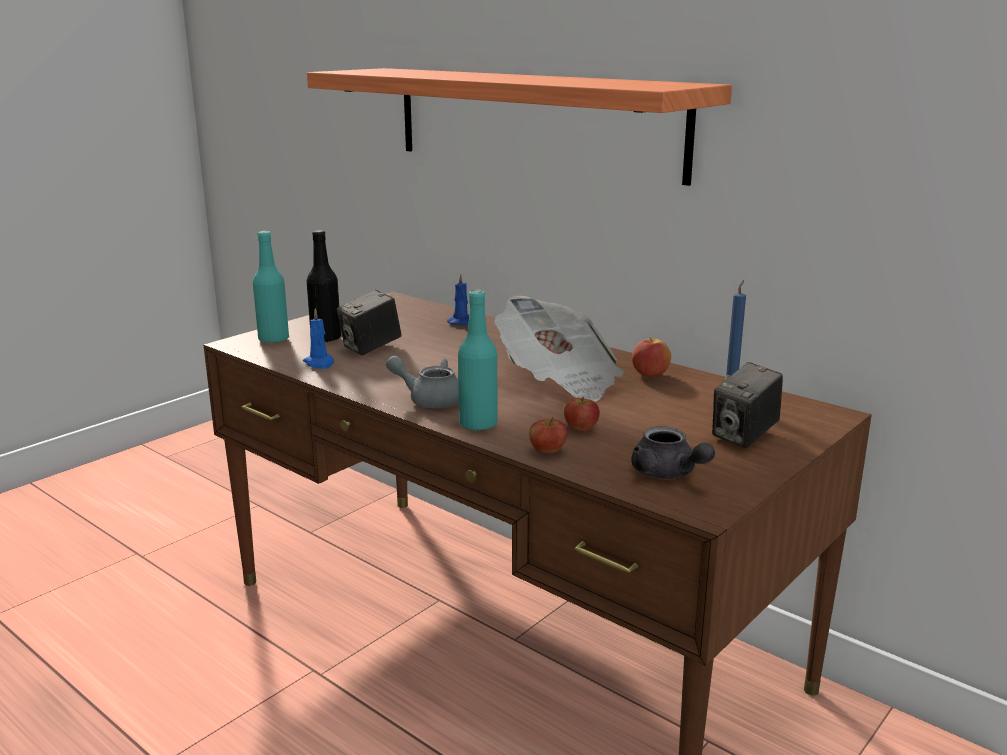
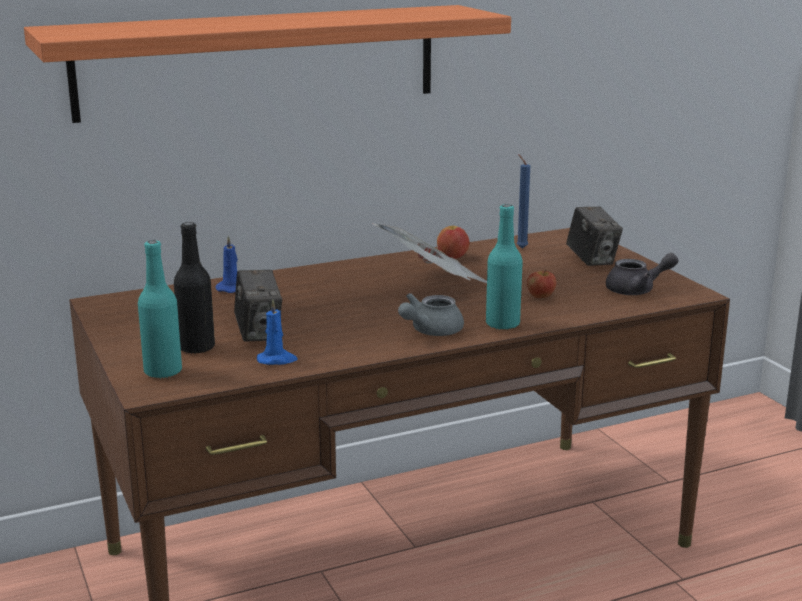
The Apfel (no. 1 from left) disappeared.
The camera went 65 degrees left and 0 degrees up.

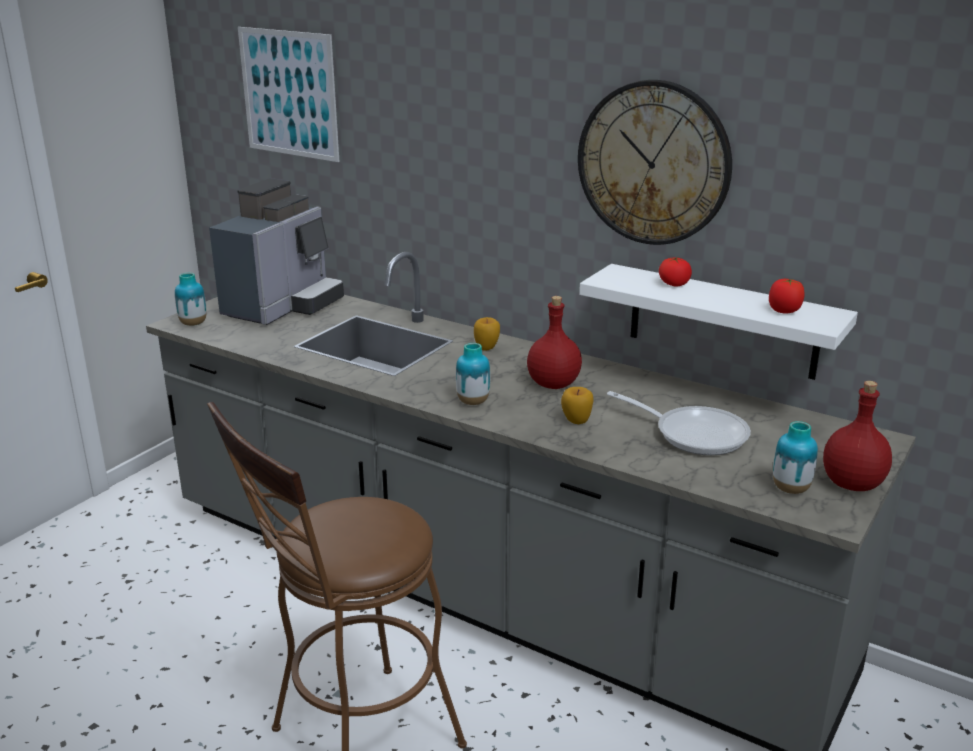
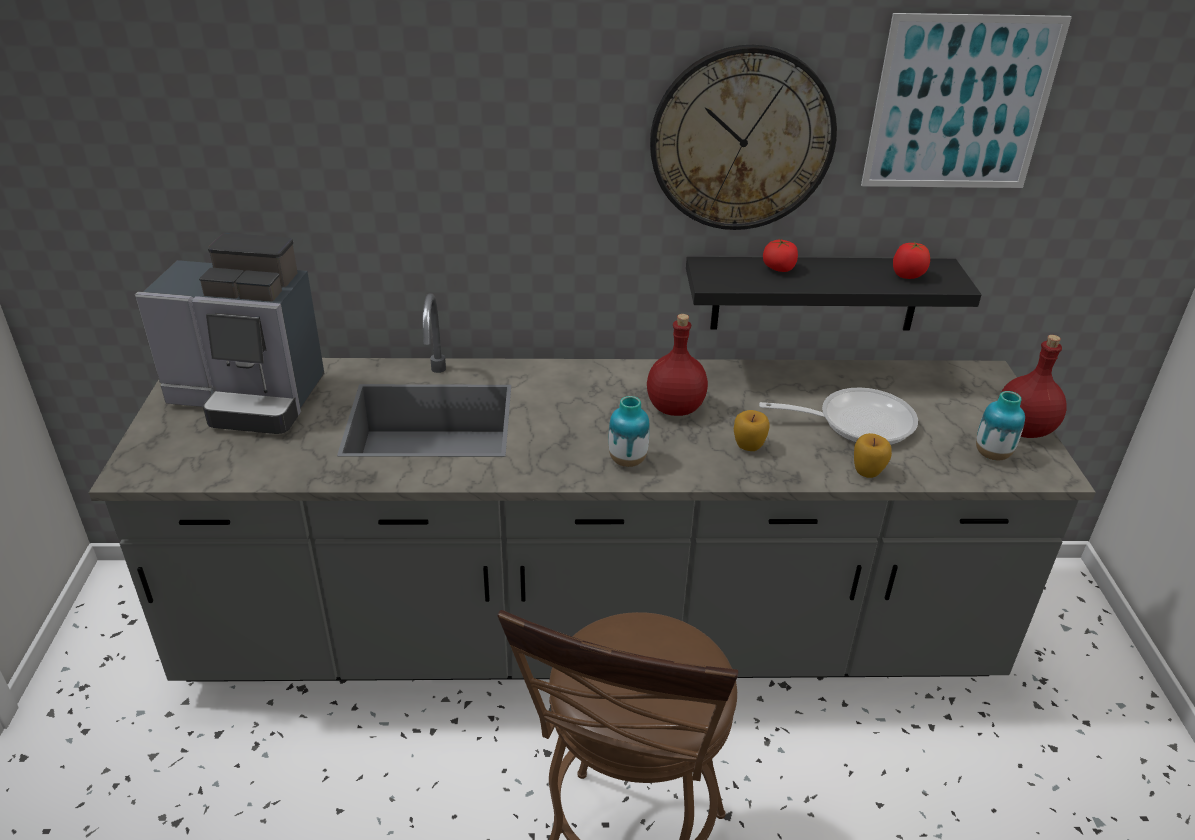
The Vase (no. 1 from left) disappeared.
The Kaffeemaschine turned 105 degrees clockwise.
The Bild moved.
The Apfel (no. 1 from left in the first image) moved.
The Wandregal (weiß) became the Wandregal (schwarz).
The camera went 35 degrees left and 10 degrees up.

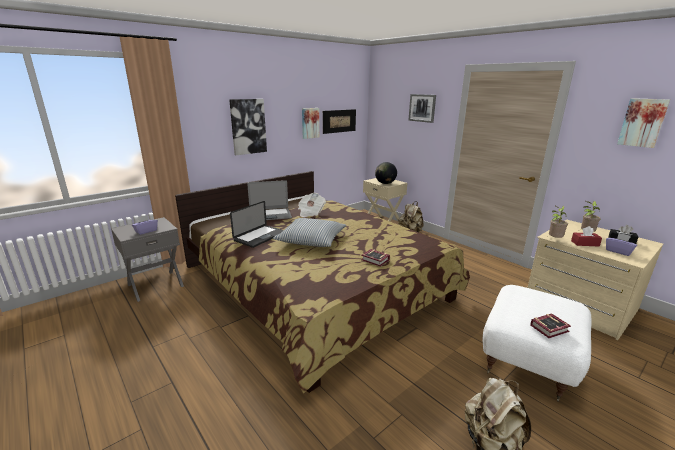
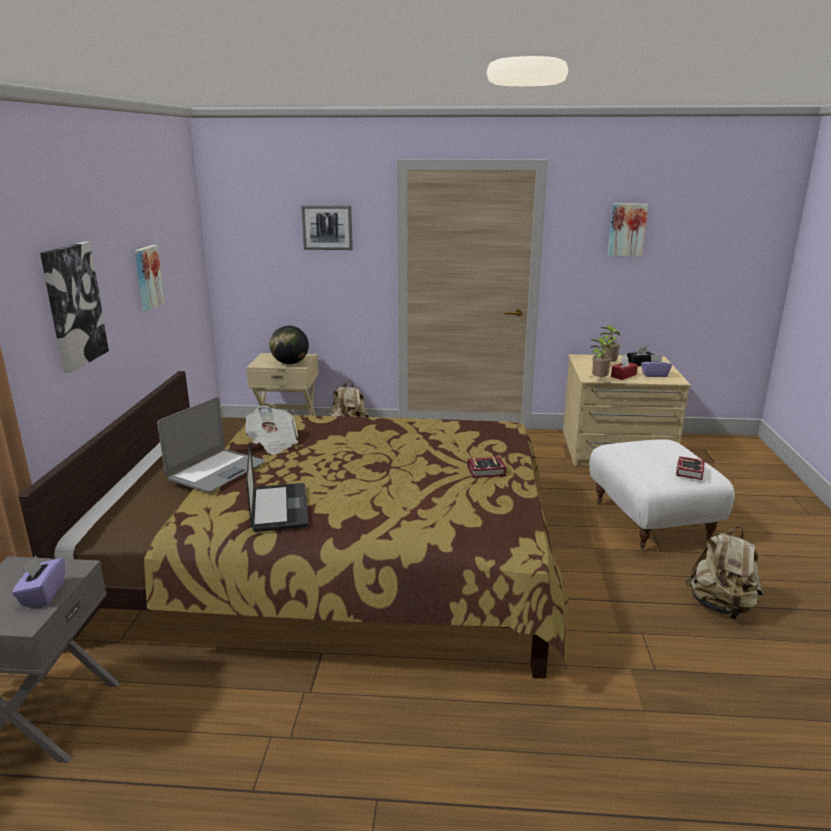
The Kissen disappeared.
The Bild (no. 3 from left) disappeared.
The camera went 45 degrees left and 0 degrees up.

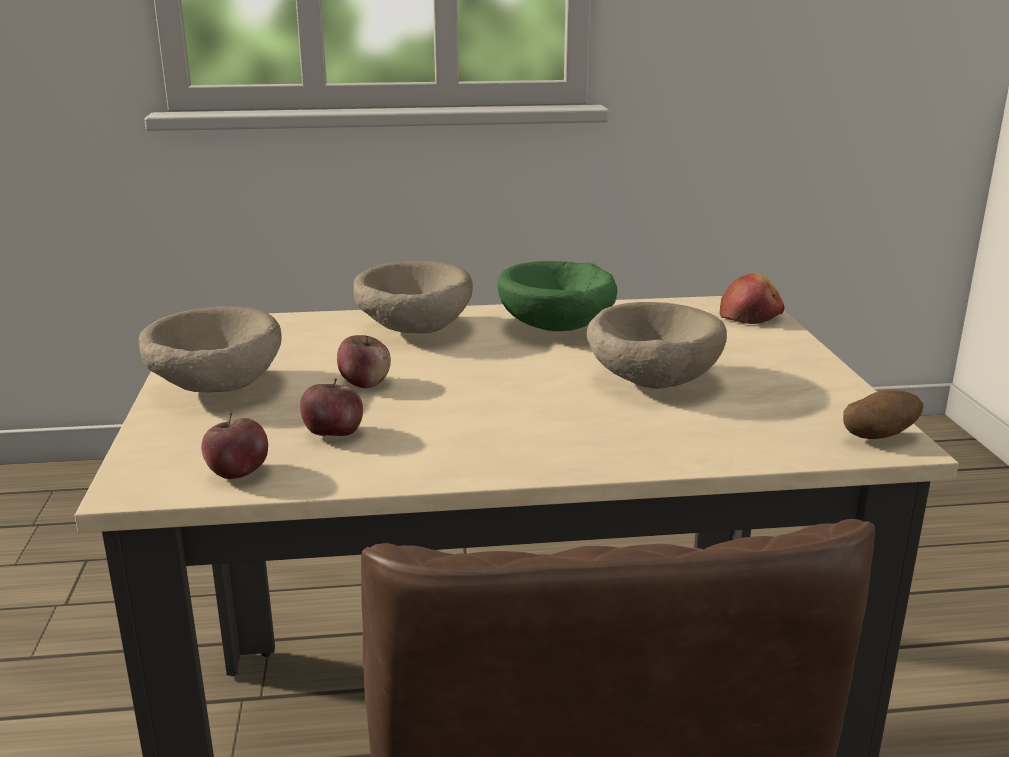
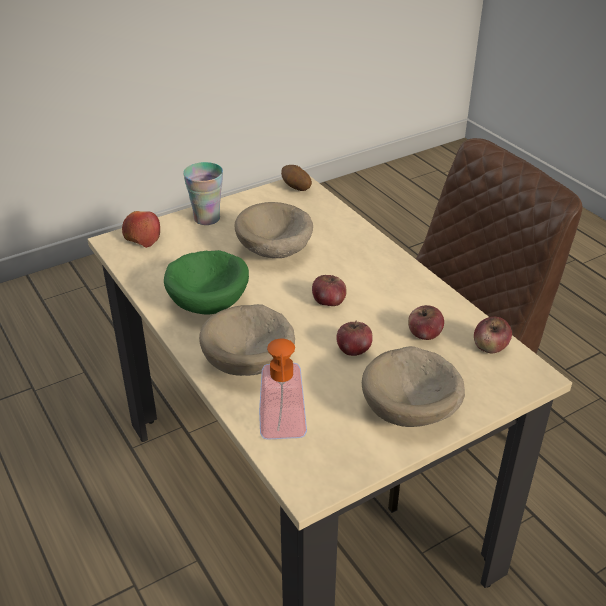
The Tasse appeared.
The Seifenspender appeared.
The Apfel (no. 2 from left) appeared.
The camera went 115 degrees left and 15 degrees up.

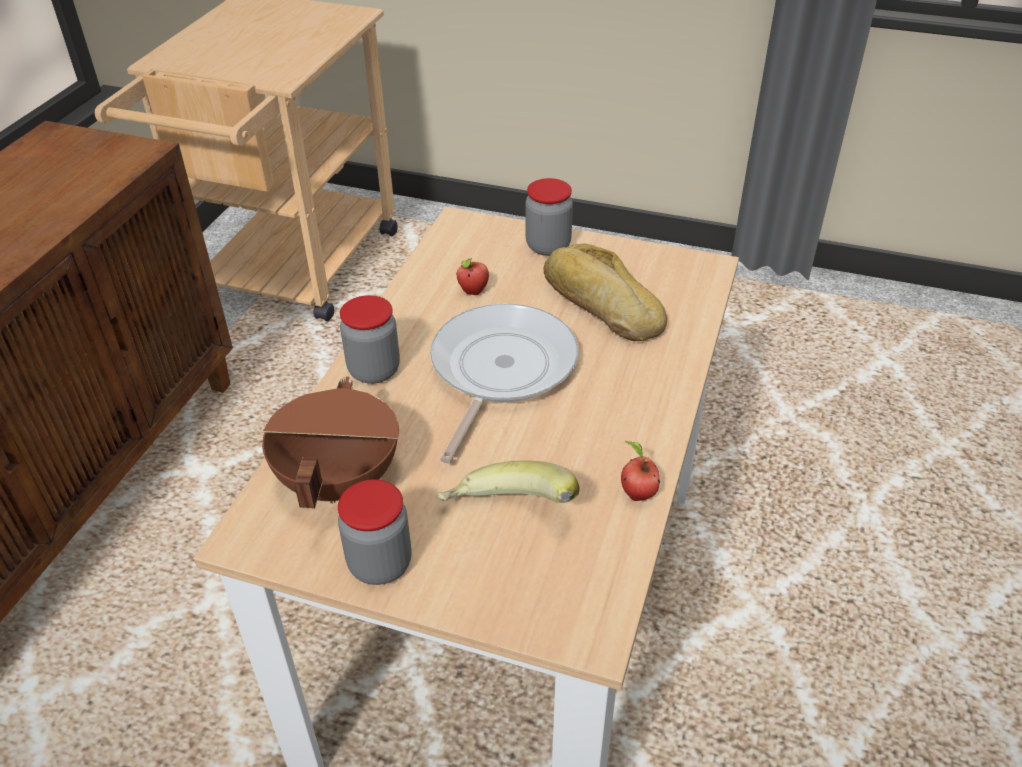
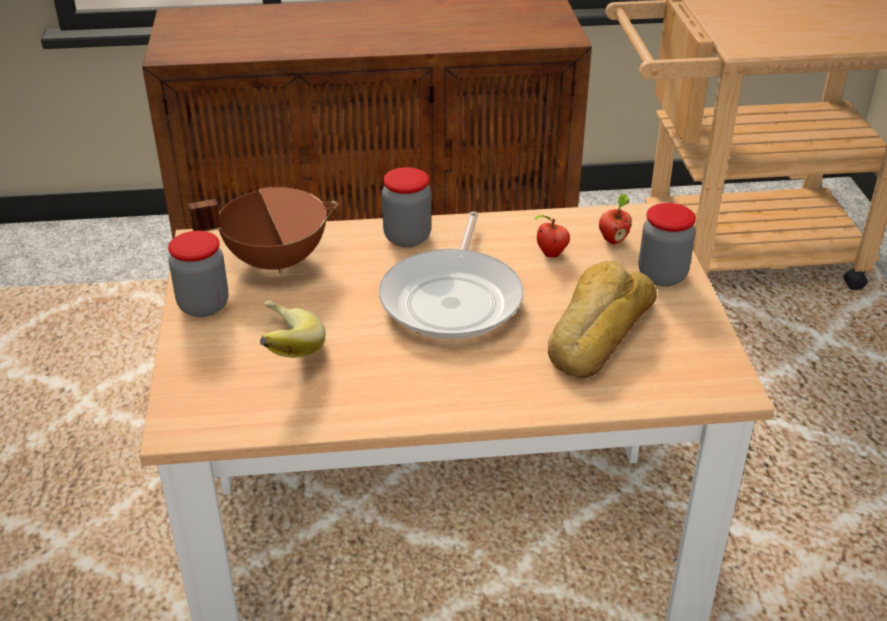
The Pfanne turned 105 degrees clockwise.
The Apfel (no. 2 from left) moved.
The camera went 65 degrees right and 5 degrees down.

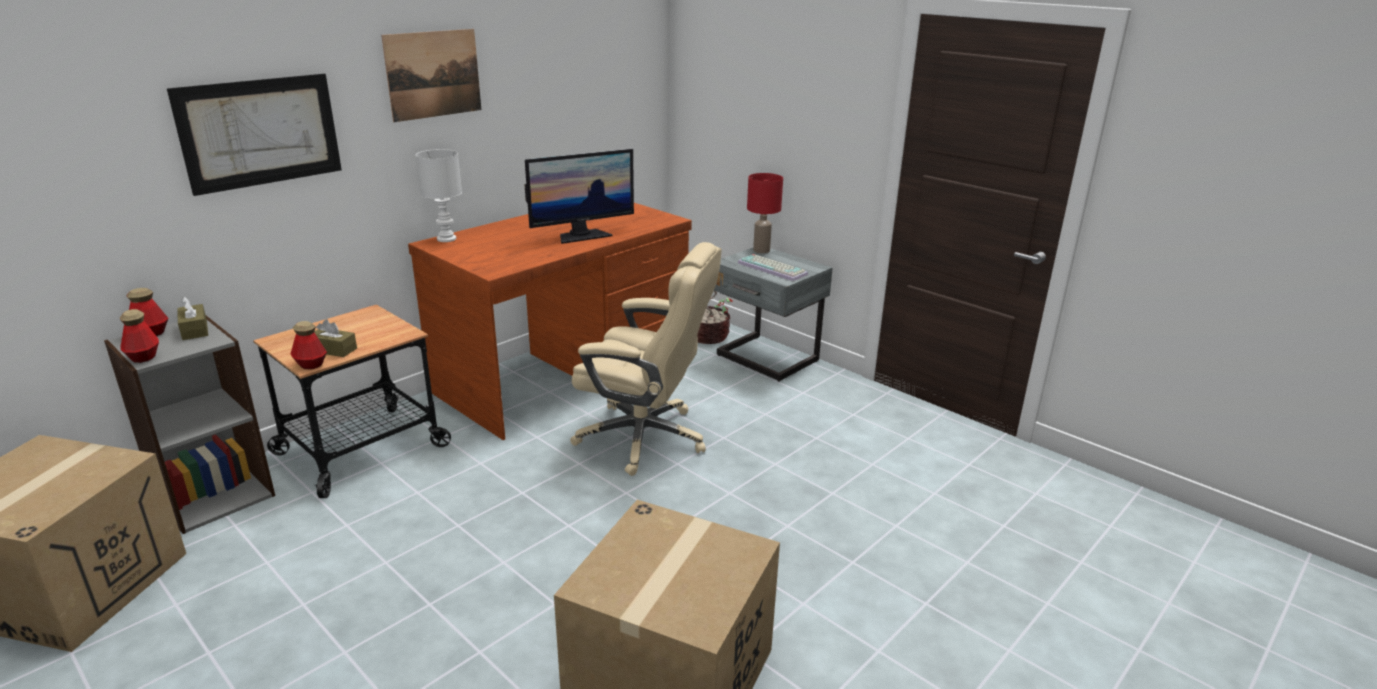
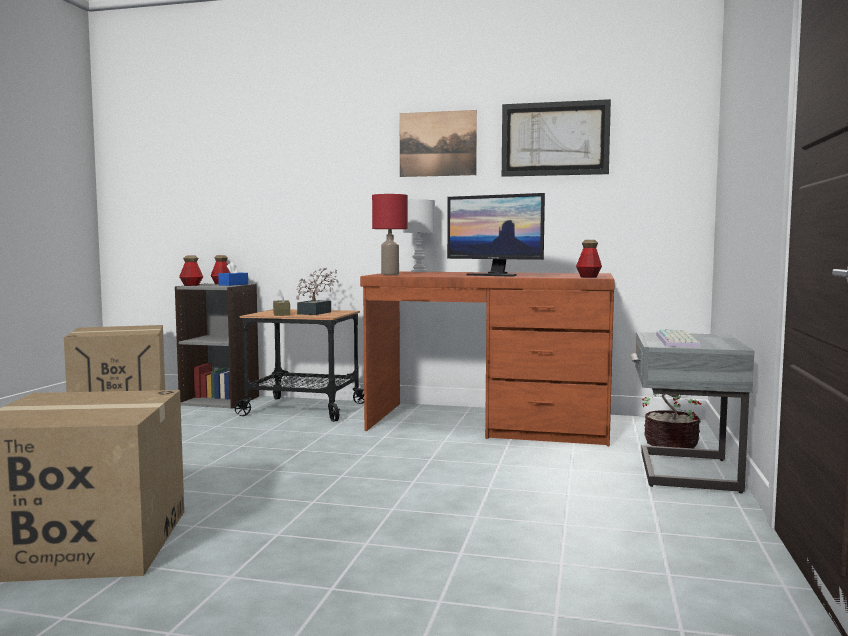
The Bild (no. 1 from left in the first image) moved.
The Taschentuchbox (braun) (no. 1 from left) became the Taschentuchbox (blau).
The Flasche (no. 3 from left) moved.
The Bürostuhl (beige) disappeared.
The Tischlampe (rot) moved.
The Topfpflanze (no. 1 from left) appeared.
The camera went 60 degrees right and 20 degrees down.

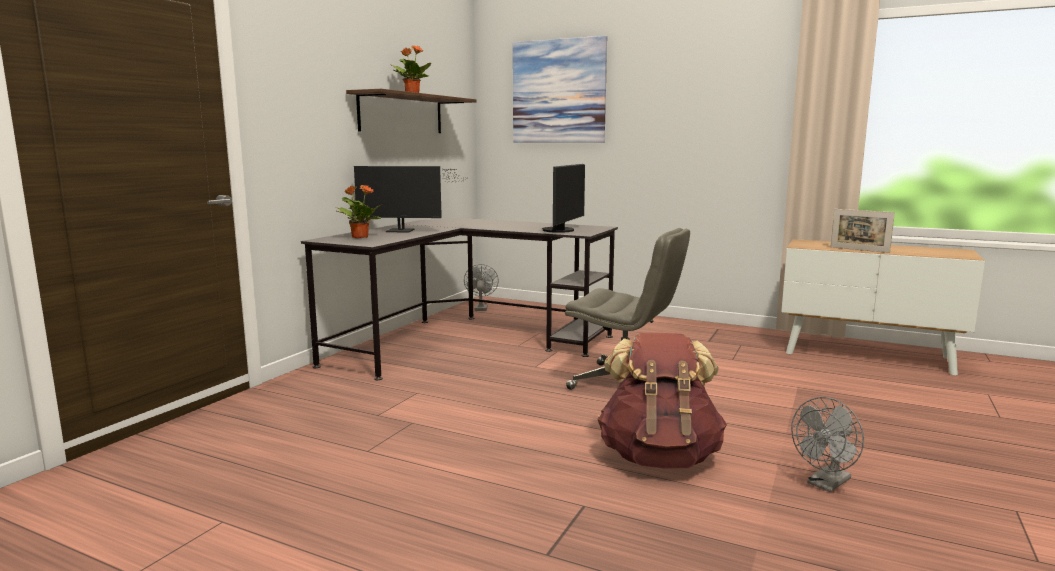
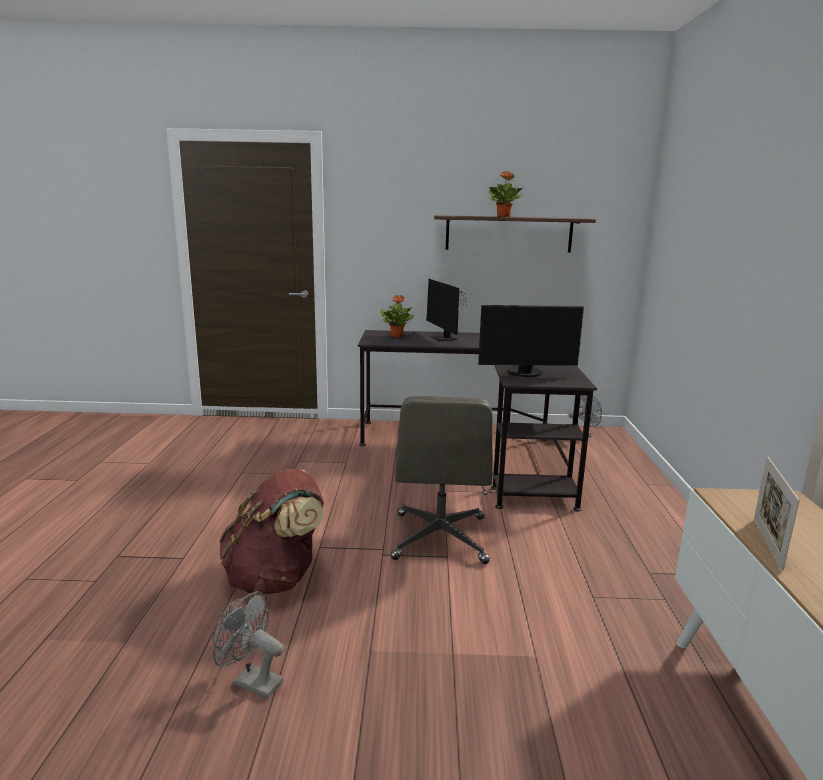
The Bild disappeared.
The camera went 65 degrees right and 5 degrees up.

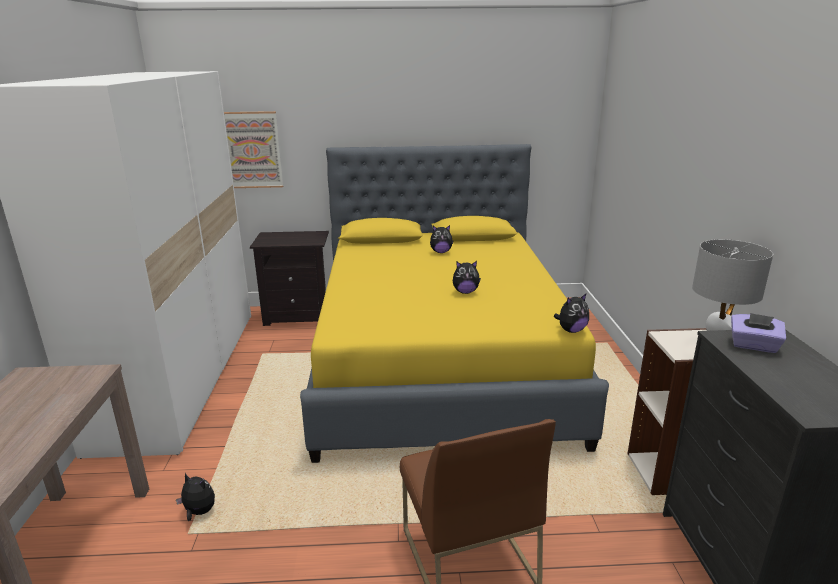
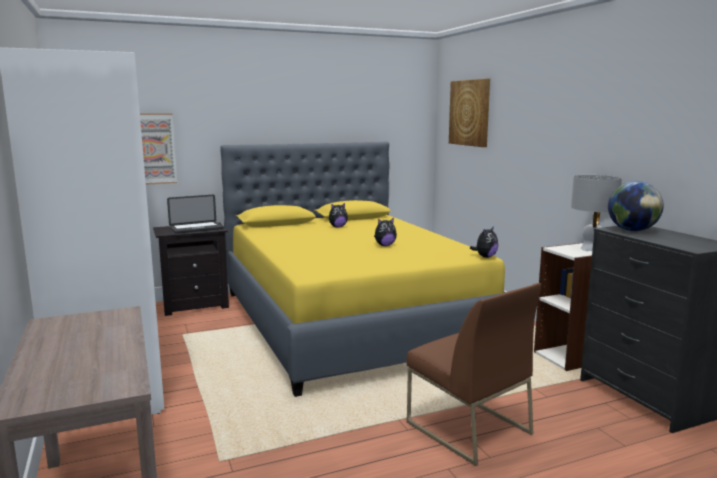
The Plüschtier (no. 1 from left) disappeared.
The Taschentuchbox (lila) was replaced by the Globus.
The Laptop appeared.
The Bild (no. 2 from left) appeared.
The camera went 20 degrees left and 10 degrees down.

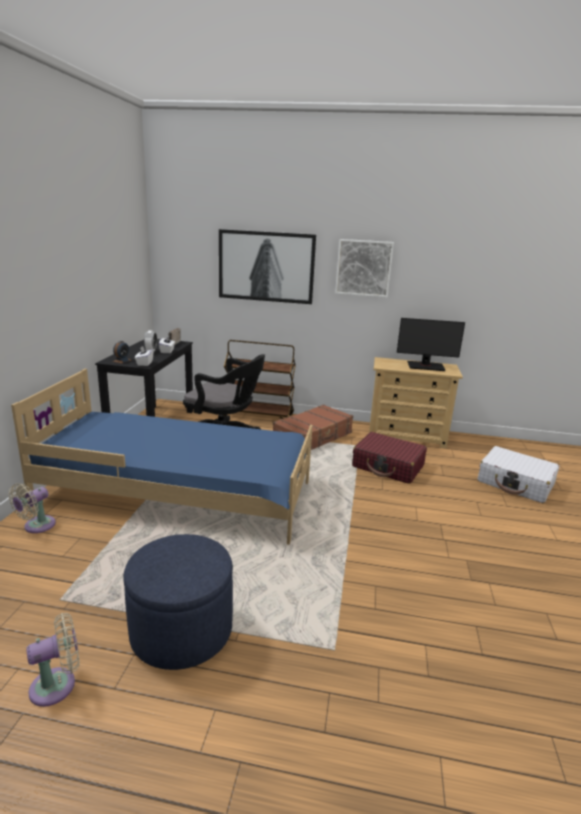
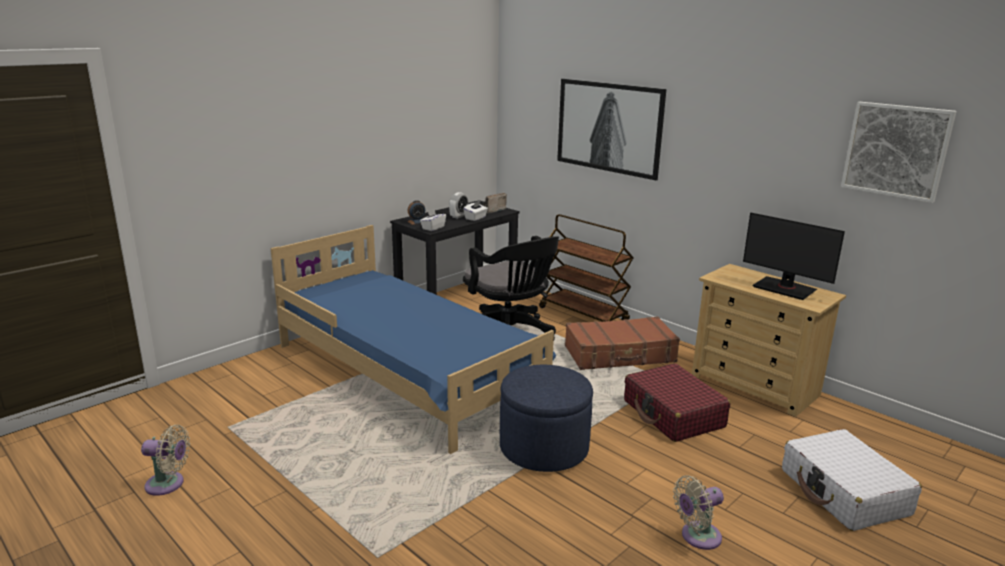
The Ventilator (beige) (no. 1 from left in the first image) moved.
The Polsterhocker (blau) moved.
The Bild (no. 2 from left) moved.
The camera went 35 degrees right and 0 degrees up.

